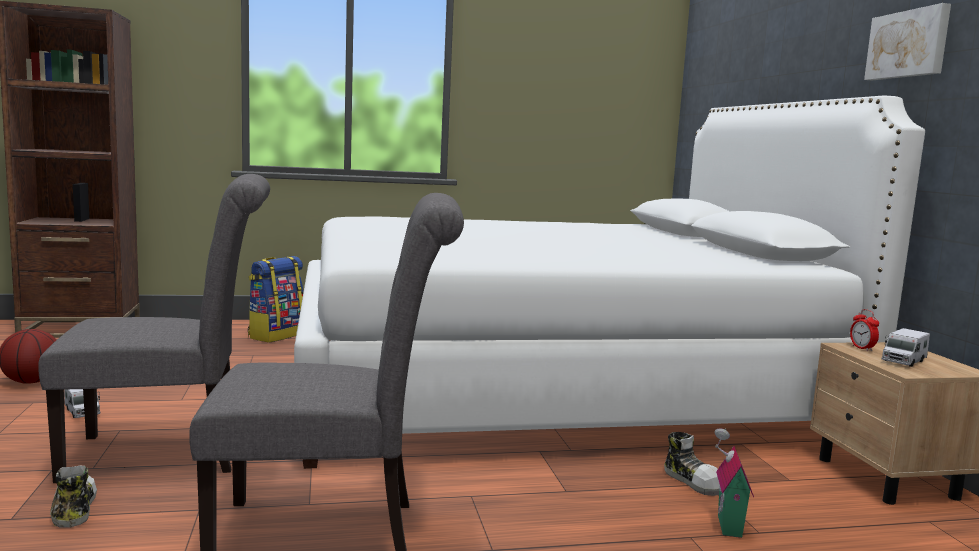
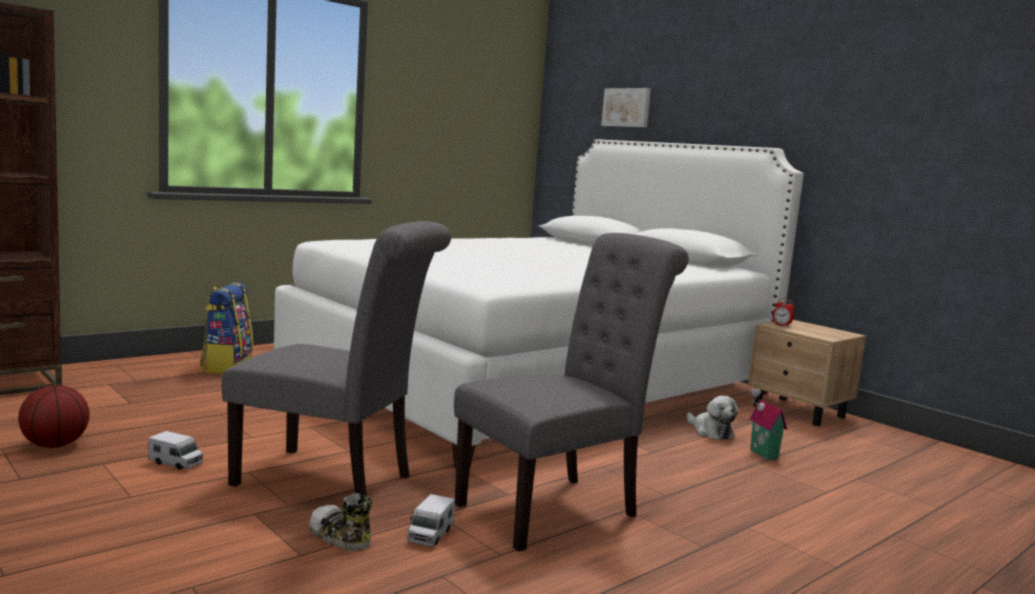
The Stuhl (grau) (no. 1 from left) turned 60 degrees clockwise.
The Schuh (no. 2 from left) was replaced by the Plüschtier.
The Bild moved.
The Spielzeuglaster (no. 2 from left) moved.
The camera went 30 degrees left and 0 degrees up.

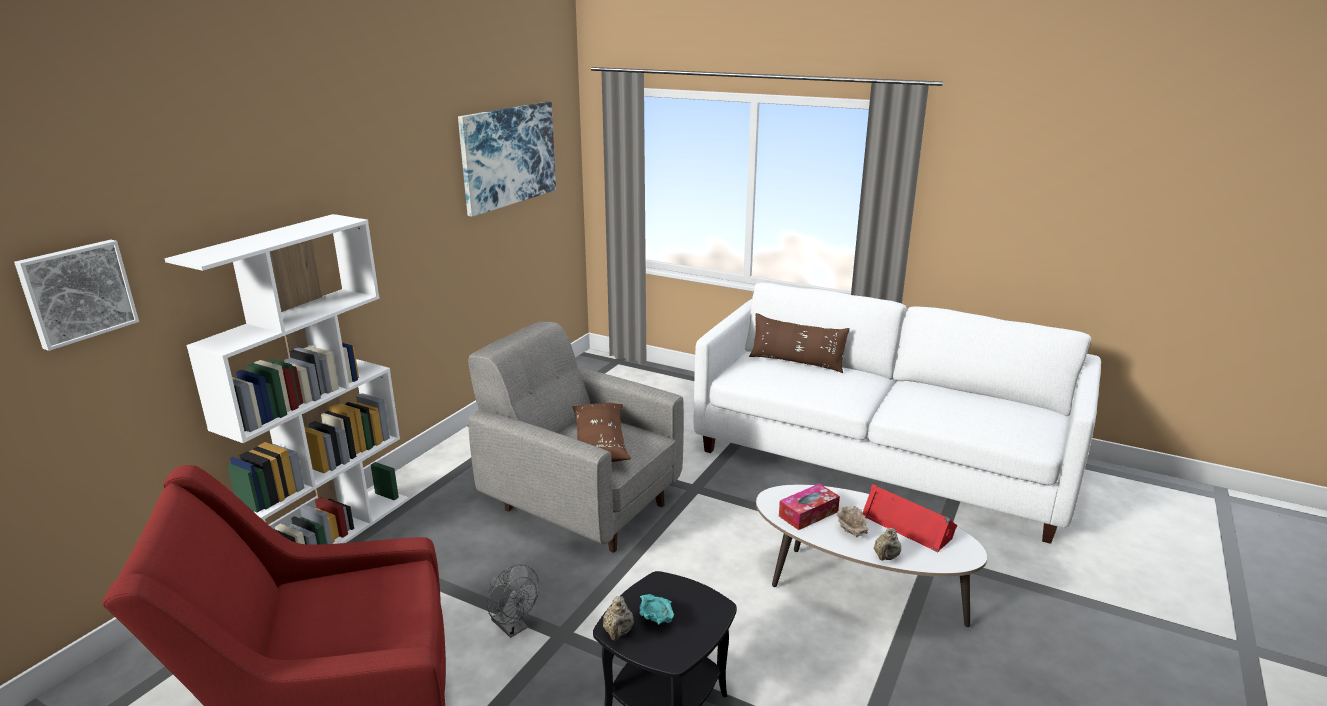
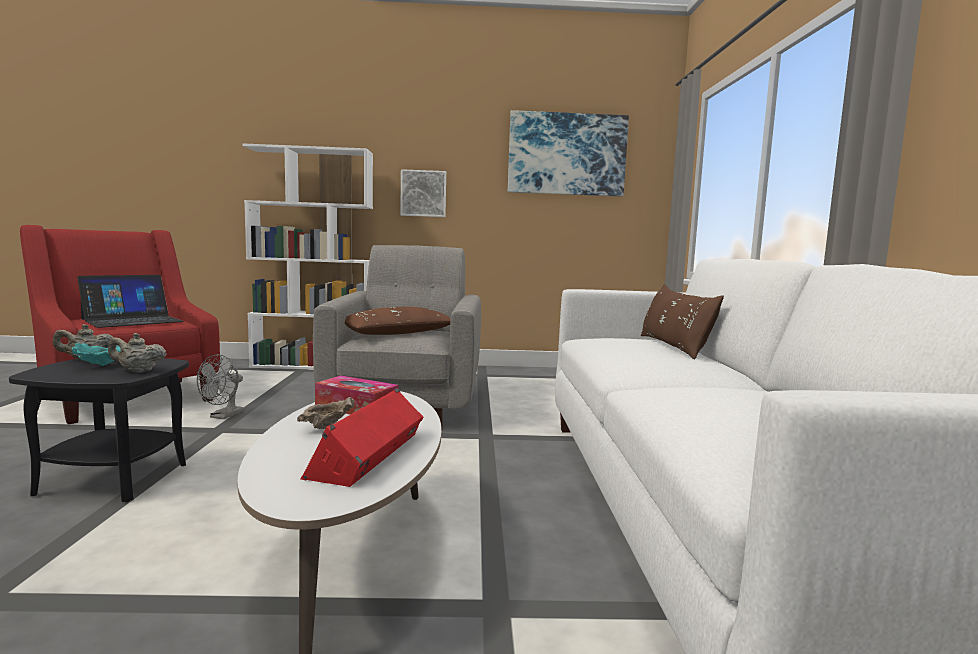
The Bild (no. 1 from left) moved.
The Teekanne (beige) (no. 2 from left) moved.
The Laptop appeared.
The camera went 60 degrees right and 15 degrees down.

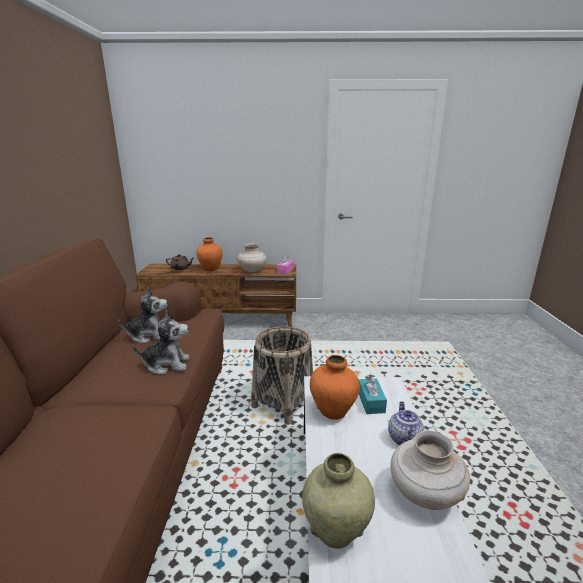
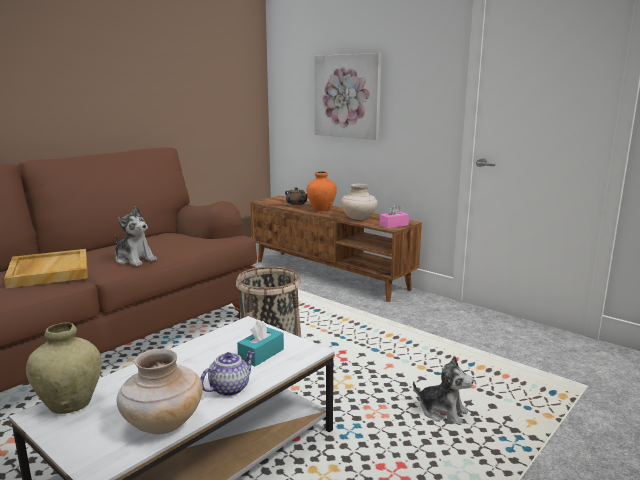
The Plüschtier (no. 1 from left in the first image) moved.
The Vase (orange) (no. 2 from left) disappeared.
The Tablett (beige) appeared.
The Bild appeared.
The camera went 40 degrees right and 5 degrees down.

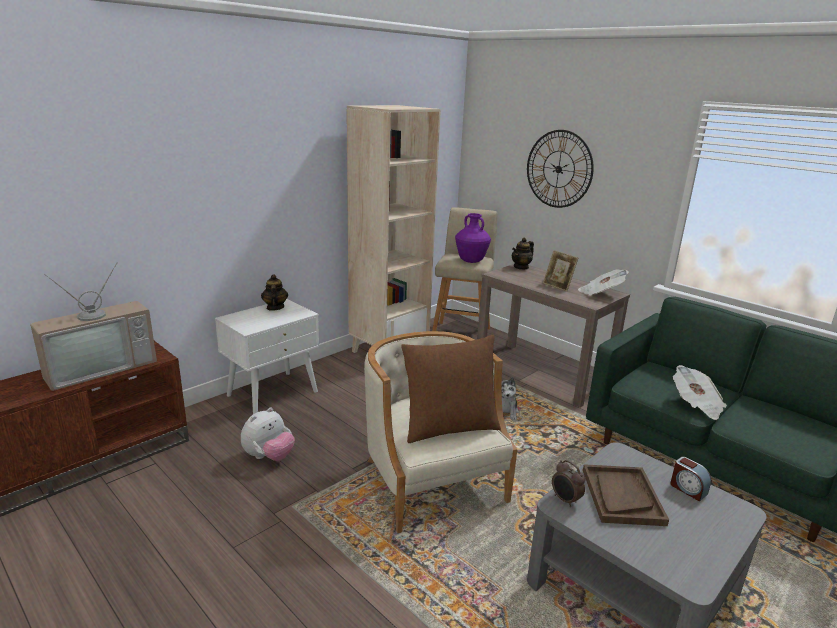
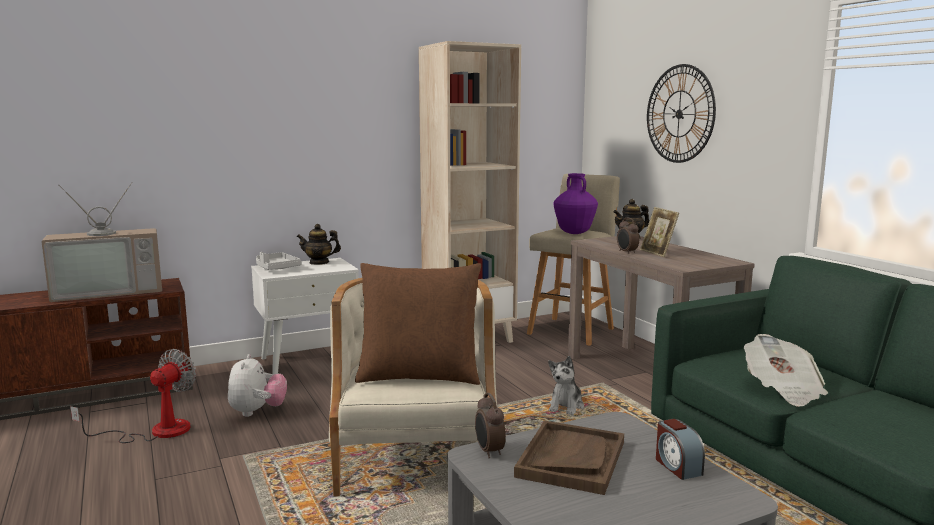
The Plüschtier (no. 1 from left) turned 60 degrees counterclockwise.
The Teekanne (no. 1 from left) turned 105 degrees counterclockwise.
The Zeitung (no. 1 from left) disappeared.
The Ventilator appeared.
The Tablett (grau) appeared.
The Wecker (no. 2 from left) appeared.
The camera went 20 degrees right and 10 degrees down.

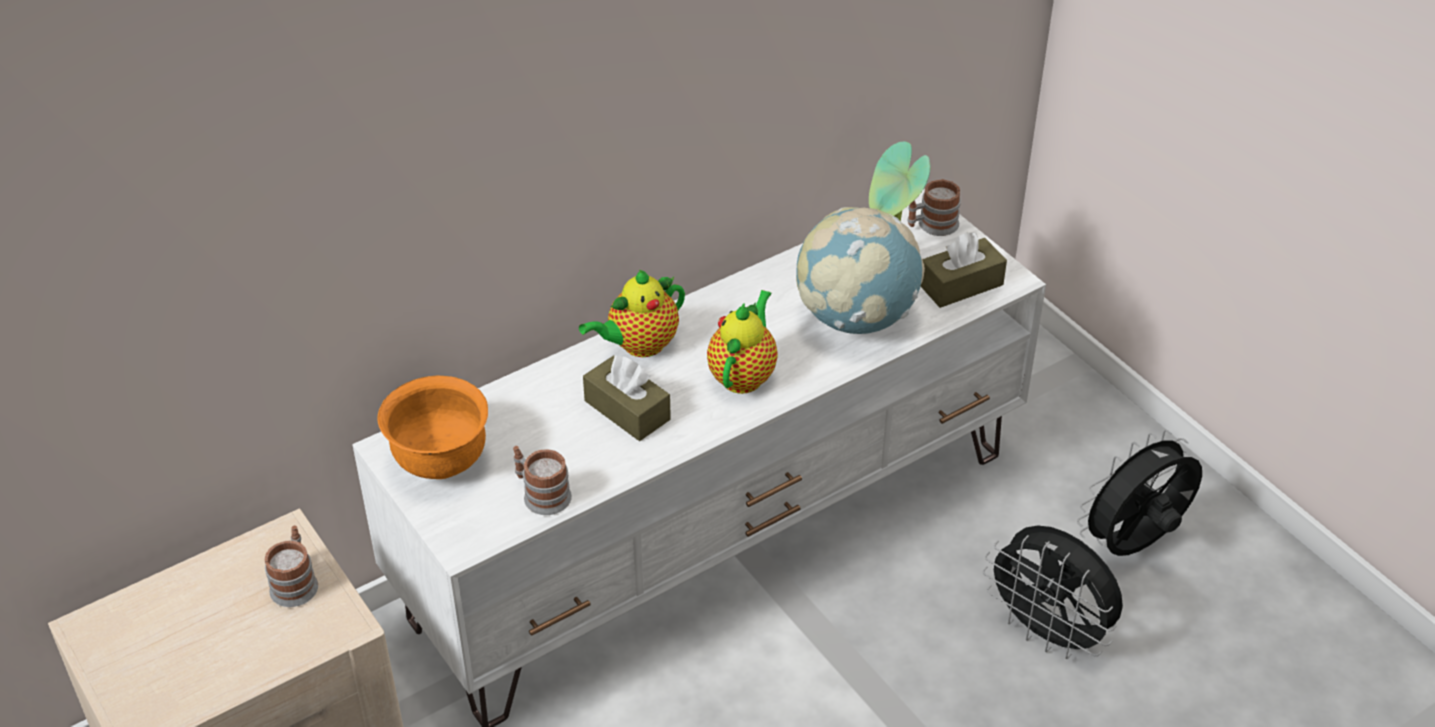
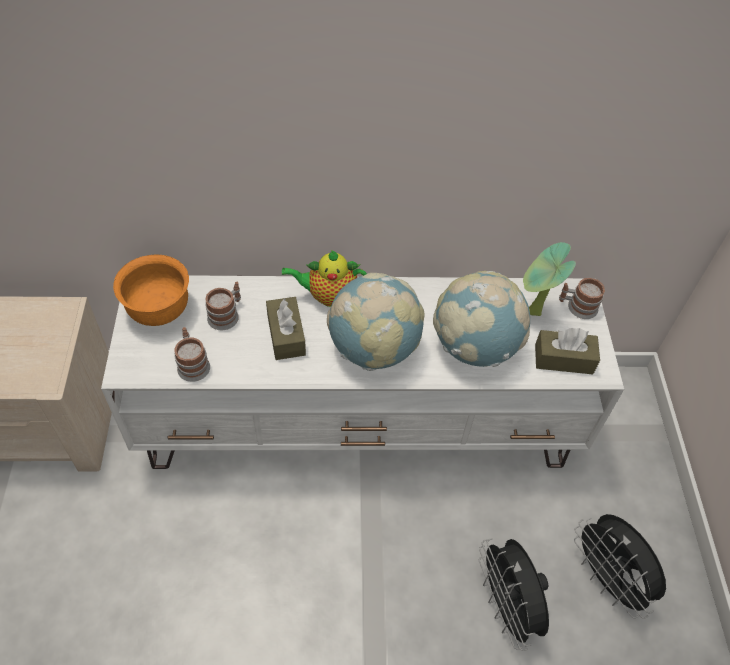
The Henkelbecher (no. 1 from left in the first image) moved.
The Teekanne (no. 2 from left) was replaced by the Globus (no. 1 from left).
The Ventilator (schwarz) (no. 2 from left) turned 120 degrees counterclockwise.
The camera went 30 degrees right and 10 degrees up.

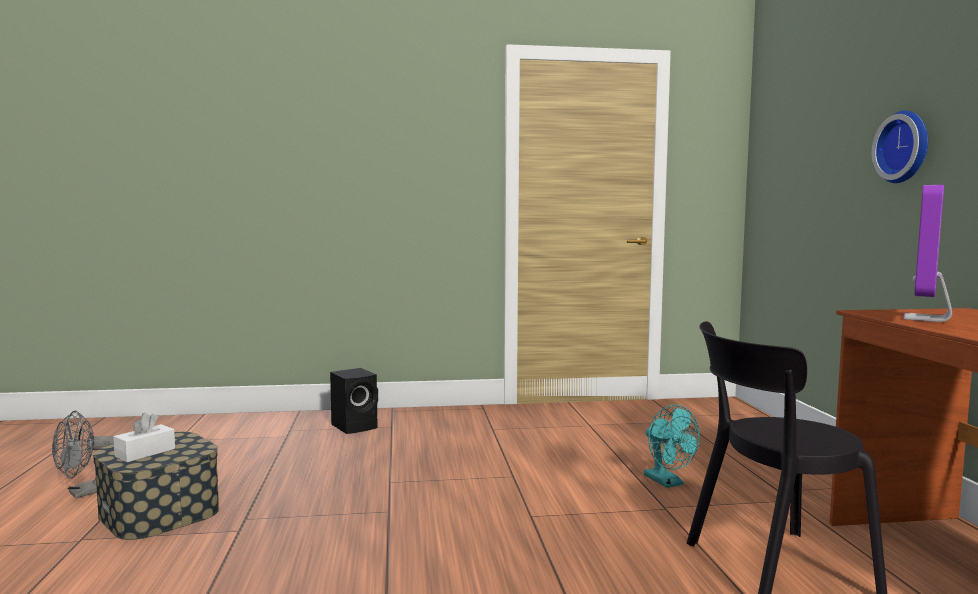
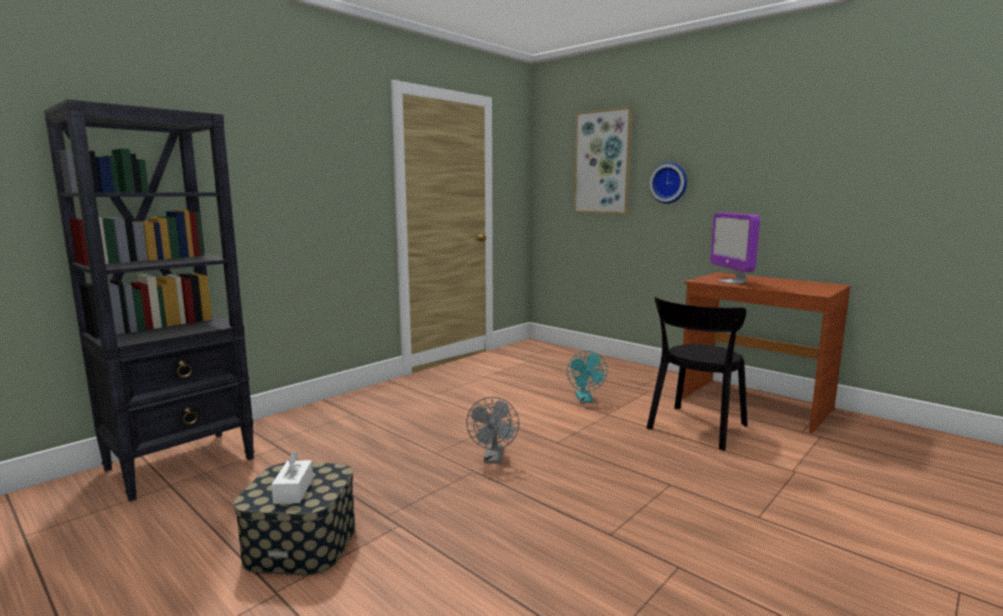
The Ventilator (grau) moved.
The Lautsprecher (schwarz) disappeared.
The Ventilator (türkis) turned 60 degrees clockwise.
The Bücherregal (schwarz) appeared.
The Bild appeared.
The camera went 40 degrees left and 5 degrees up.

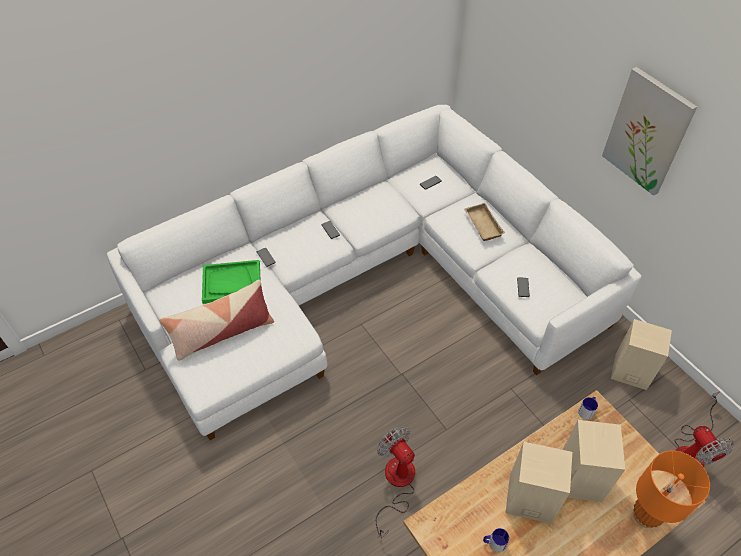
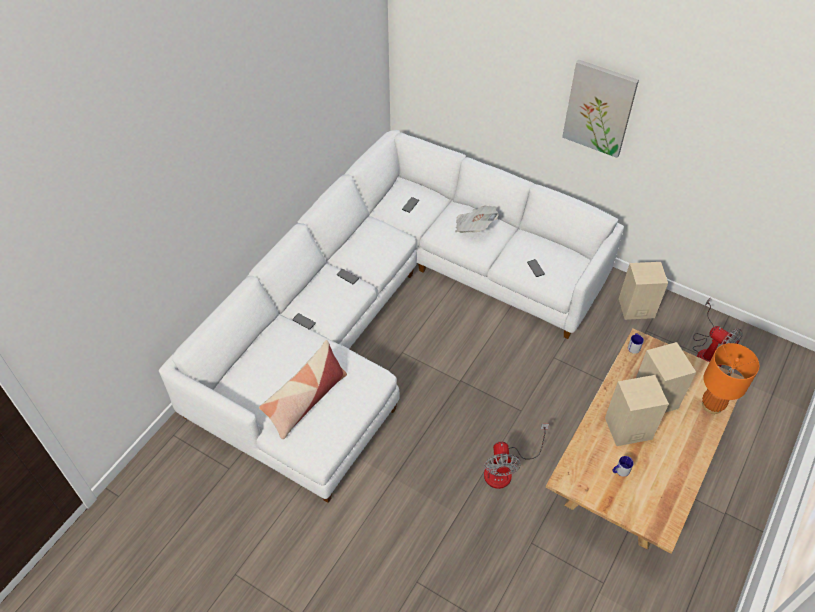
The Tablett (grün) disappeared.
The Ventilator (no. 1 from left) turned 120 degrees counterclockwise.
The Tablett (beige) was replaced by the Zeitung.
The camera went 25 degrees left and 0 degrees up.

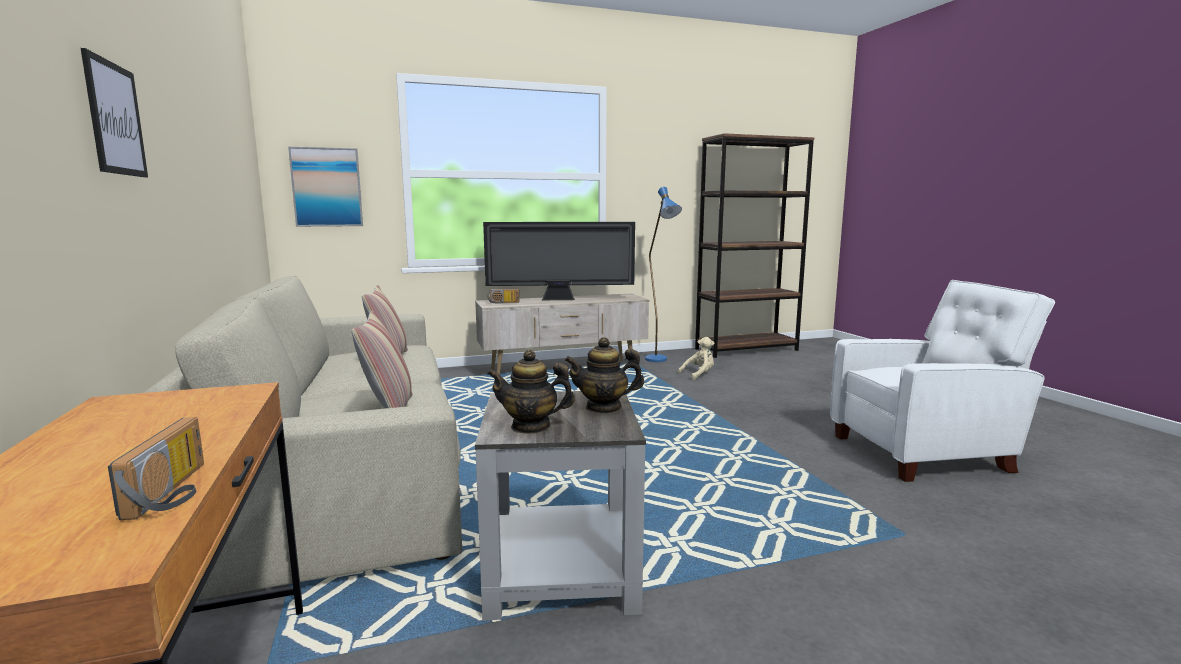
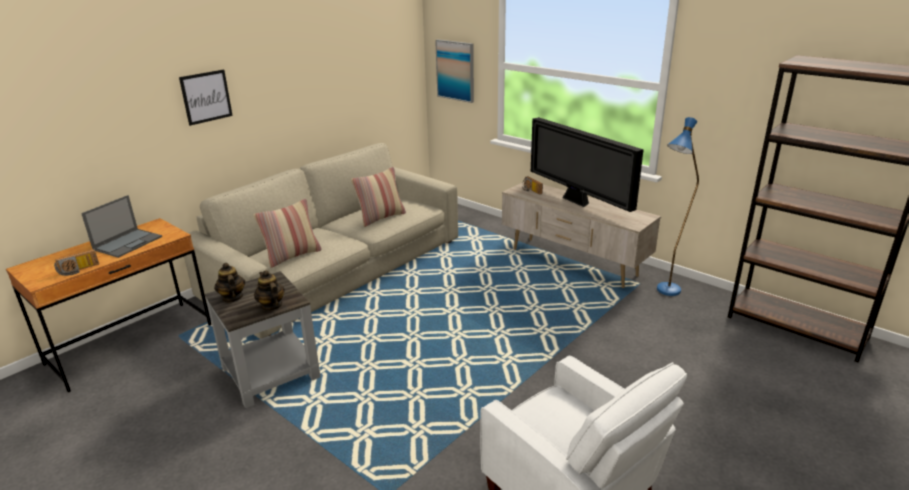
The Plüschtier (beige) disappeared.
The Laptop appeared.
The camera went 60 degrees right and 15 degrees up.

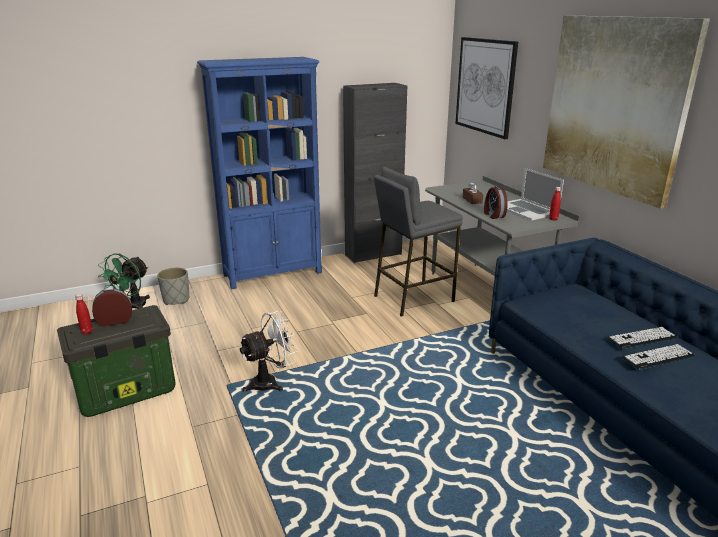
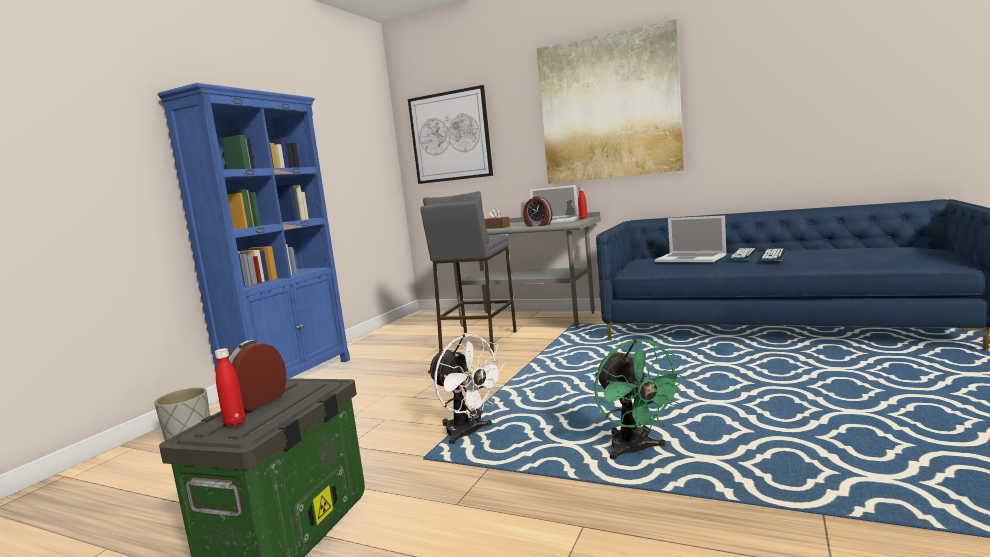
The Ventilator (grün) moved.
The Ventilator (weiß) turned 120 degrees clockwise.
The Schrank (schwarz) disappeared.
The Laptop (no. 2 from left) appeared.
The camera went 40 degrees left and 15 degrees down.

